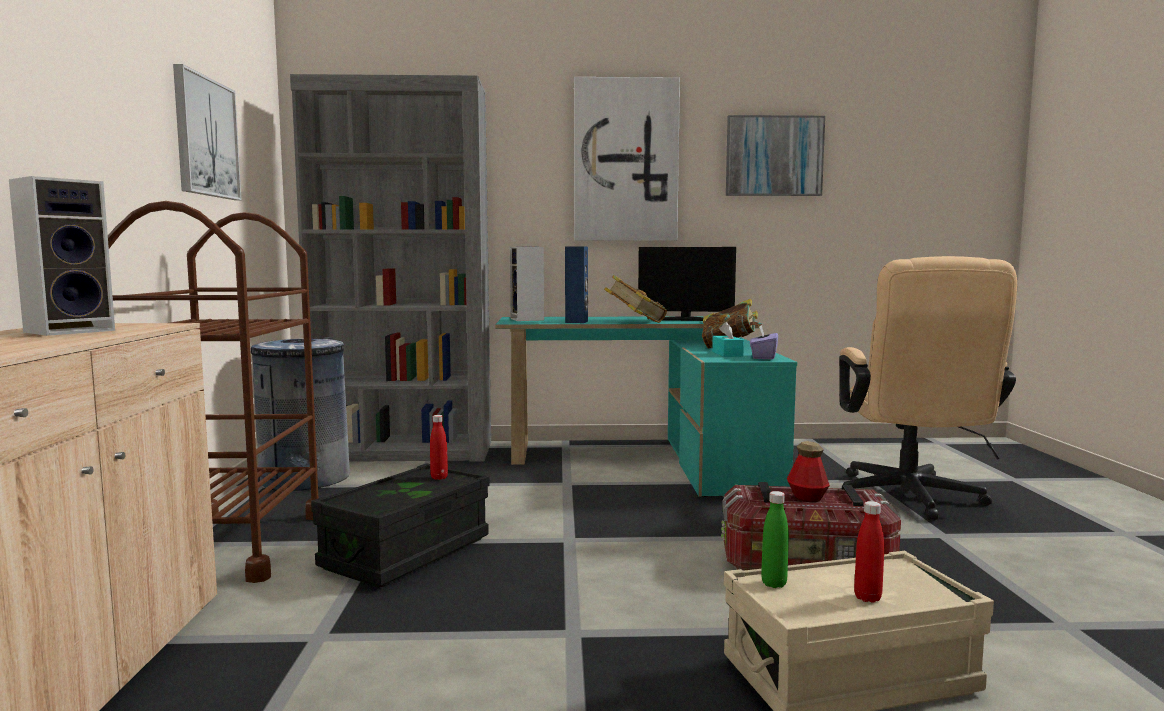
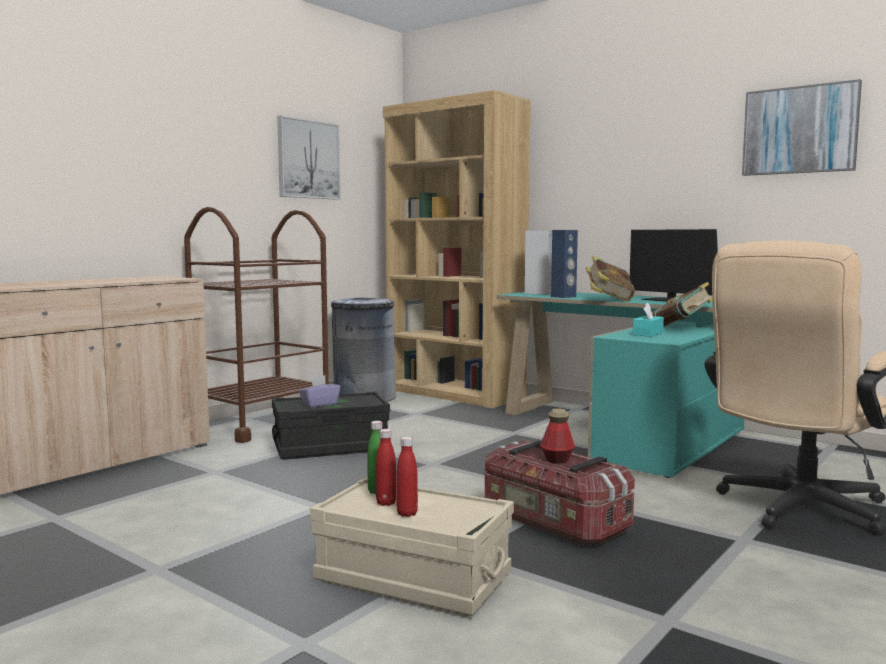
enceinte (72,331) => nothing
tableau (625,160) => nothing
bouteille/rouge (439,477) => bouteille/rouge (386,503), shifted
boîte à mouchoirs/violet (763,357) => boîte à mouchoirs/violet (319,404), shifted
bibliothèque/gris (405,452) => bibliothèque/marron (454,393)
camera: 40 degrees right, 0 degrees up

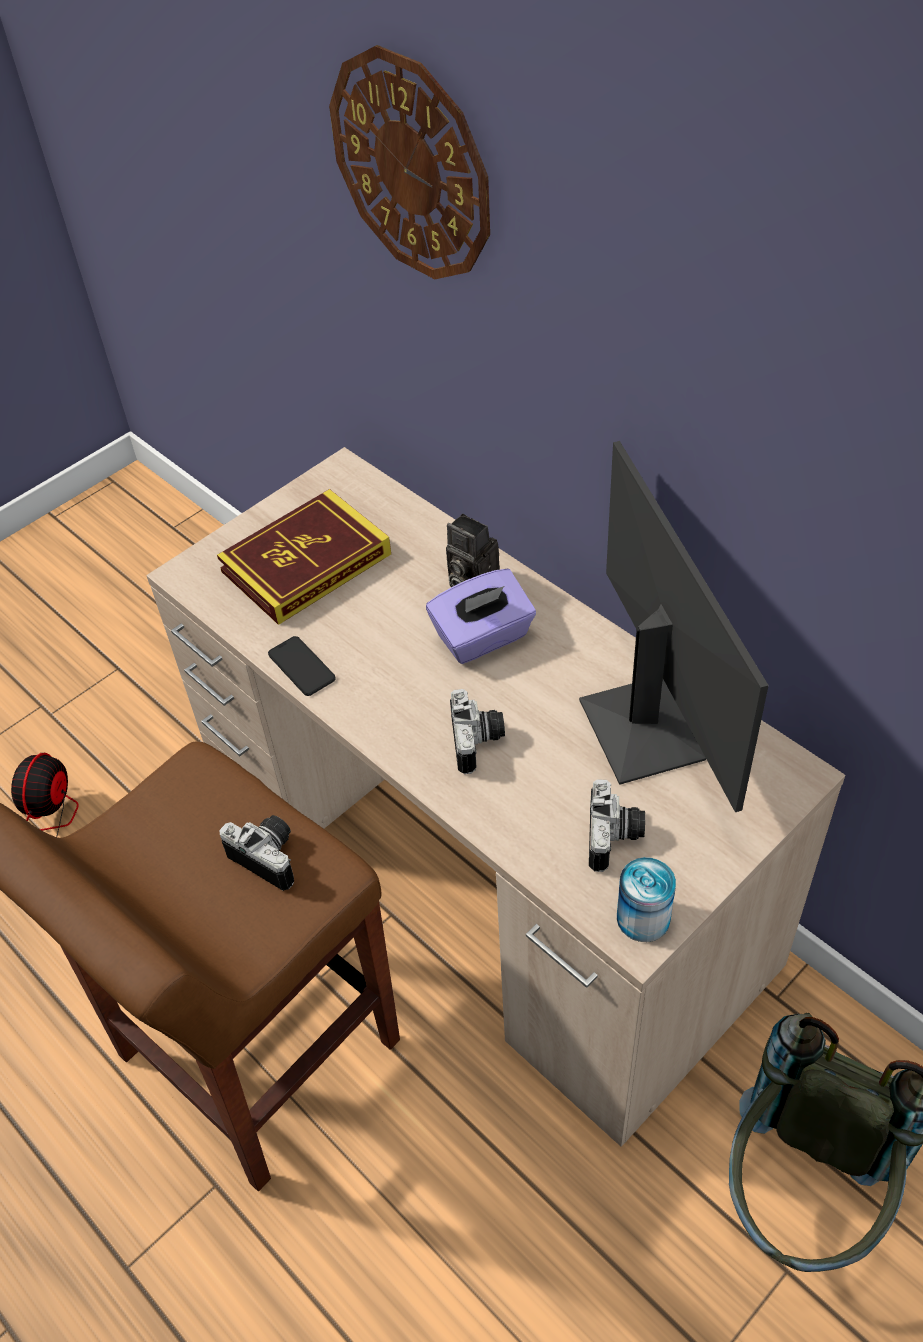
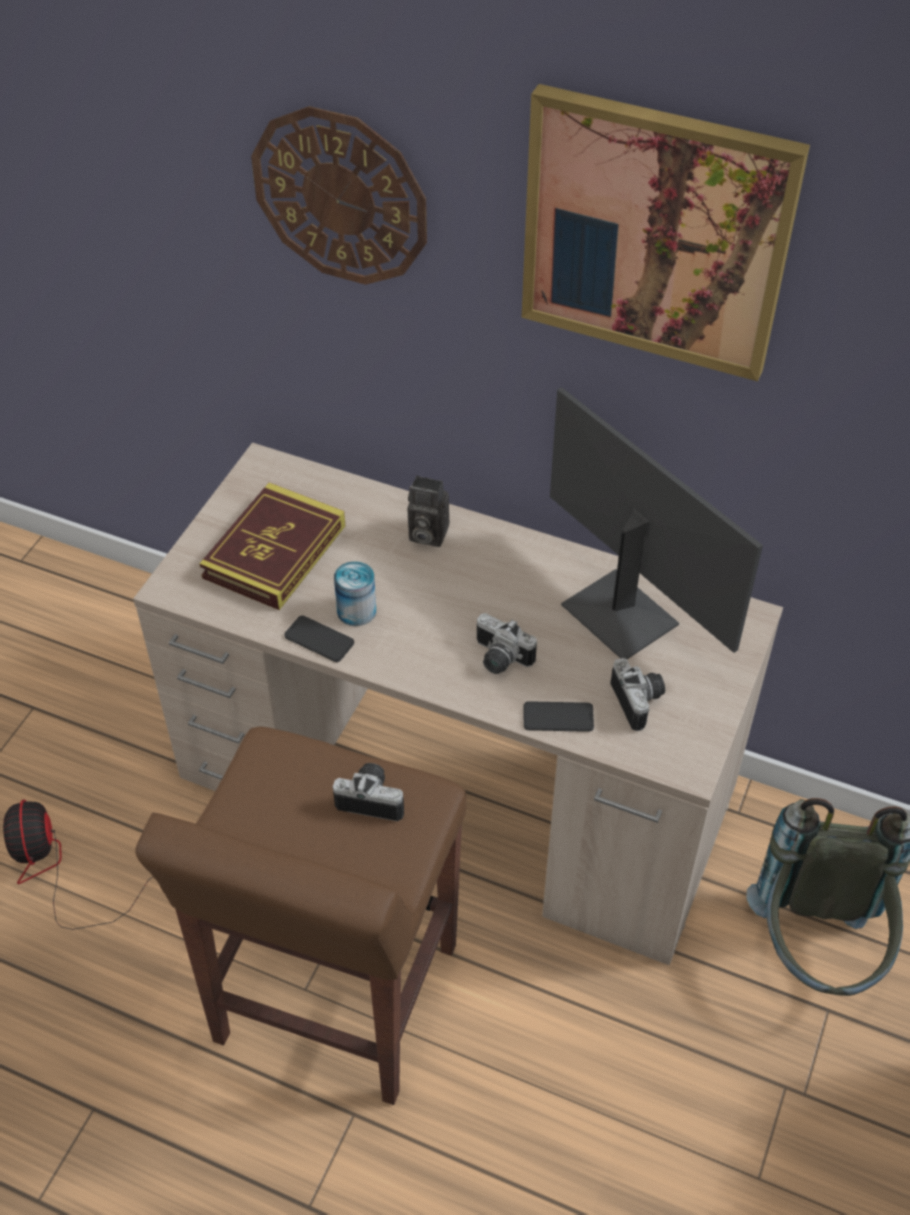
boîte à mouchoirs/violet (483,637) => nothing
nothing => tableau (656,233)
nothing => téléphone (558,717)
boîte métallique (643,918) => boîte métallique (356,611), shifted
appareil photo (479,741) => appareil photo (499,659), 150 degrees clockwise
camera: 25 degrees left, 0 degrees up

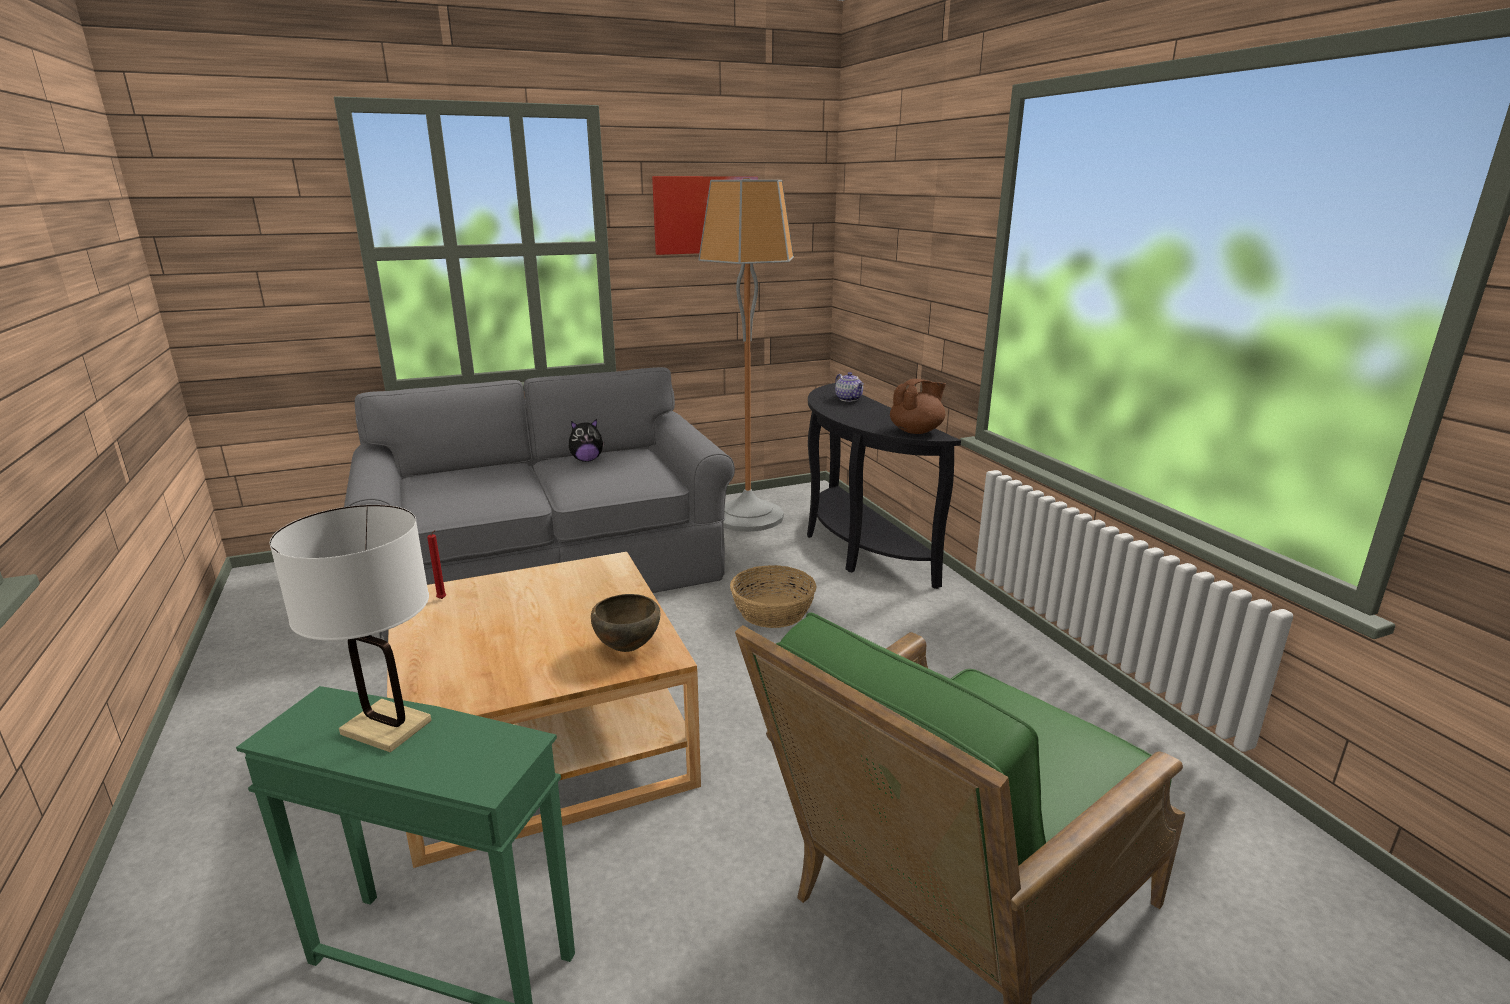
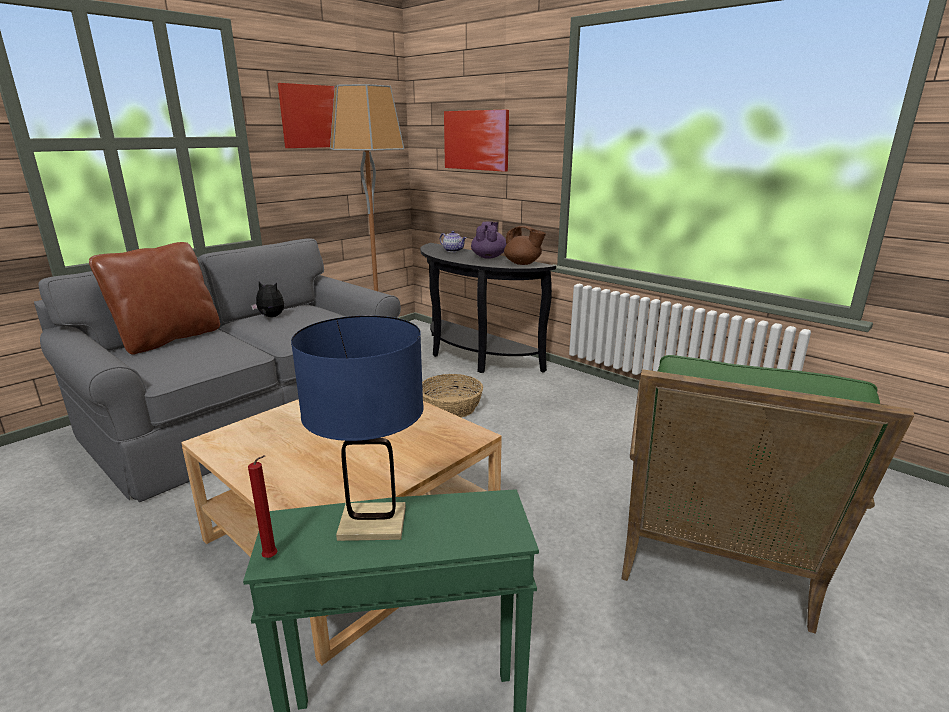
bol/marron (626,648) => nothing
nothing => coussin/marron (169,339)
nothing => tableau (476,140)
nothing => théière/violet (489,257)
bougie/rouge (442,599) => bougie/rouge (272,558), shifted
lampe de table/blanc (386,727) => lampe de table/bleu (373,523)
peluche (587,460) => peluche (270,317), 120 degrees counterclockwise
théière/marron (917,431) => théière/marron (523,263), 90 degrees clockwise
camera: 25 degrees left, 0 degrees up

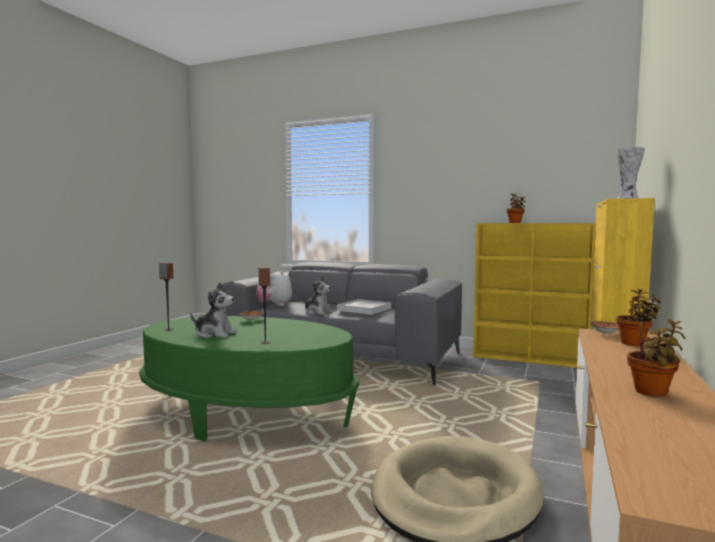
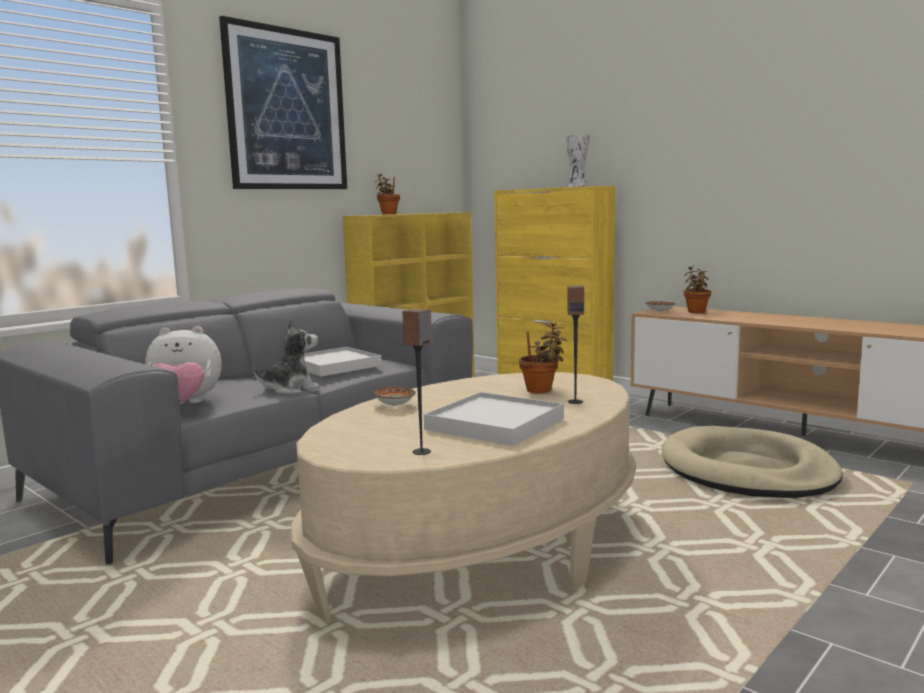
nothing => tableau (287,110)
plante en pot (652,393) => plante en pot (542,390), shifted
peluche (214,334) => plateau/blanc (494,424)
table basse/vert (246,412) => table basse/beige (481,550)
camera: 70 degrees left, 5 degrees up

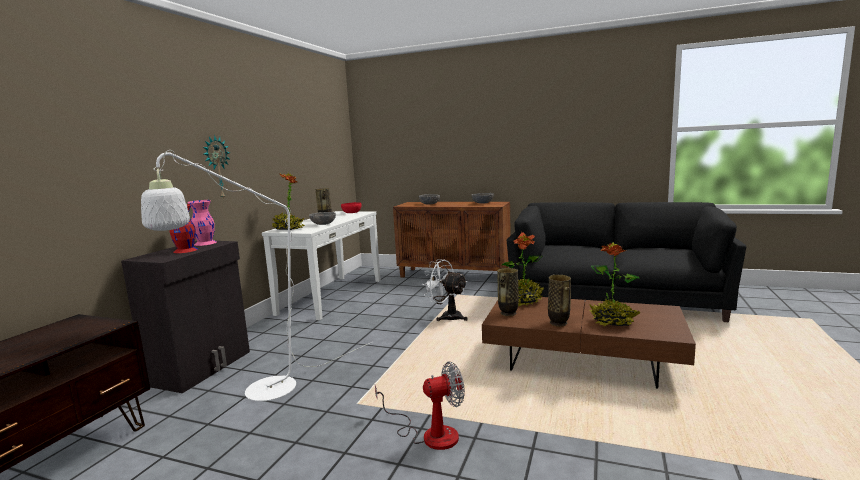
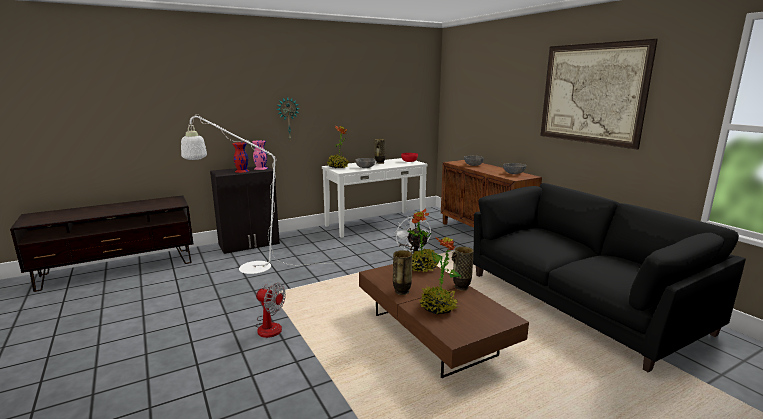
nothing => tableau (591,94)
vase (508,313) => vase (461,287), shifted
camera: 40 degrees right, 5 degrees up

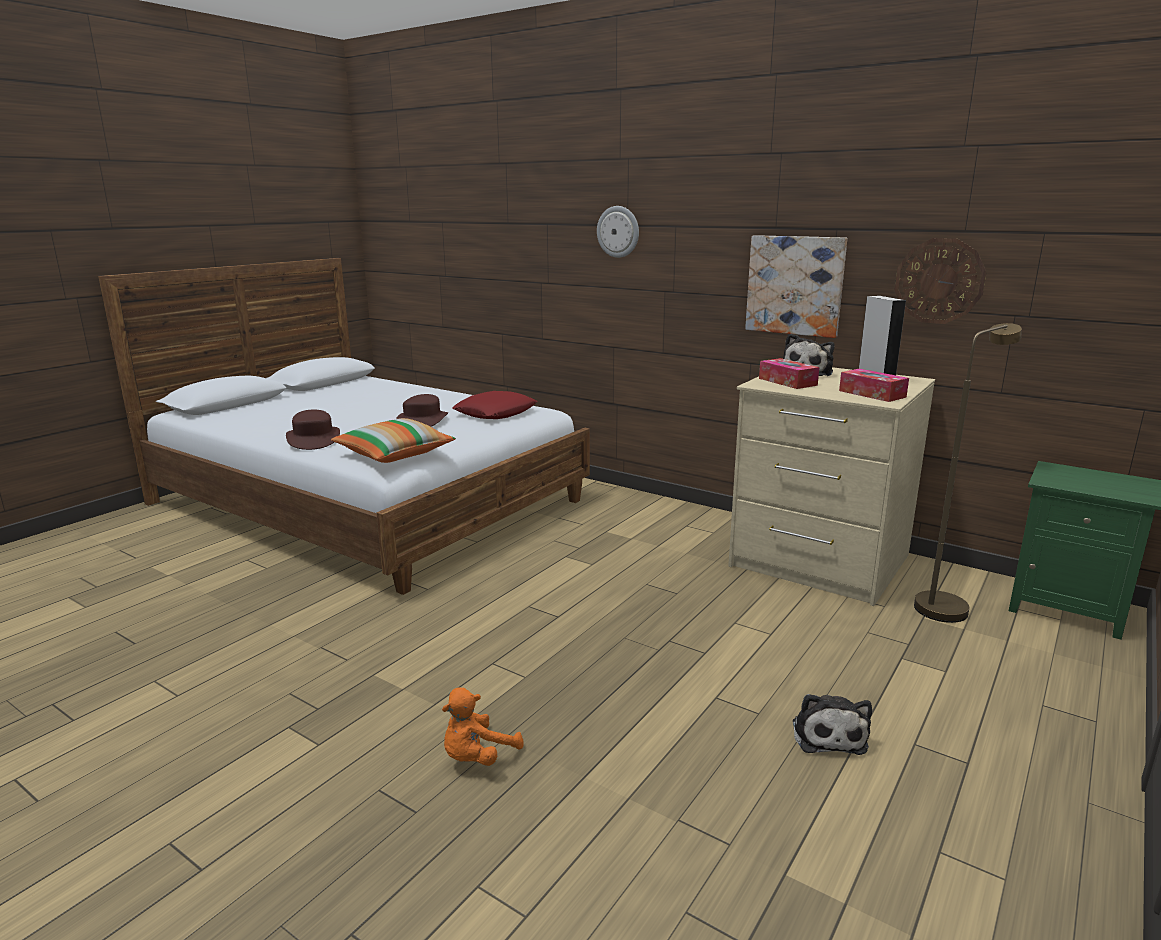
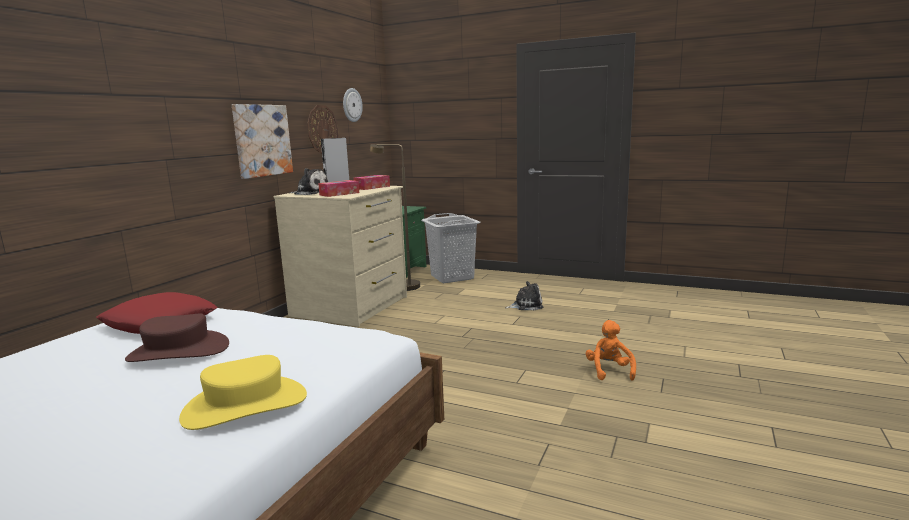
coussin (395,455) => nothing
nothing => panier à linge/gris (452,277)
horloge murale (618,231) => horloge murale (351,105), shifted
chapeau/marron (313,439) => chapeau/jaune (245,405)
peluche/orange (477,757) => peluche/orange (609,371), 120 degrees counterclockwise
camera: 100 degrees left, 5 degrees down

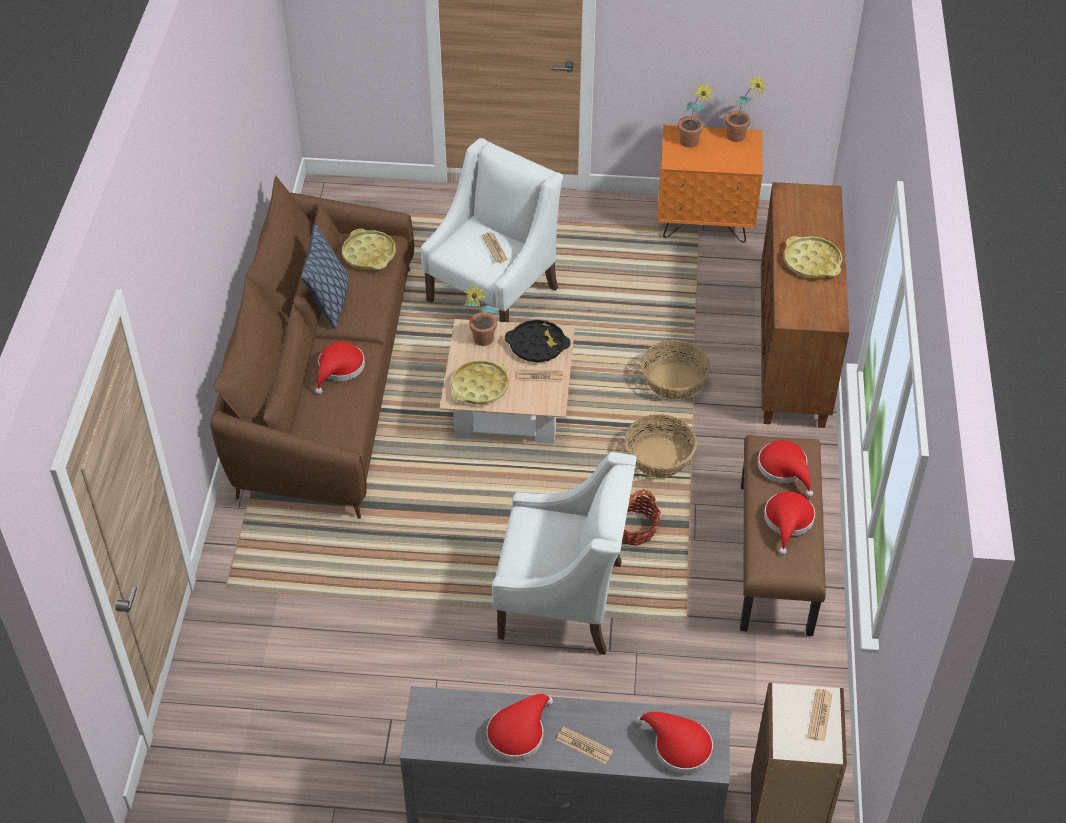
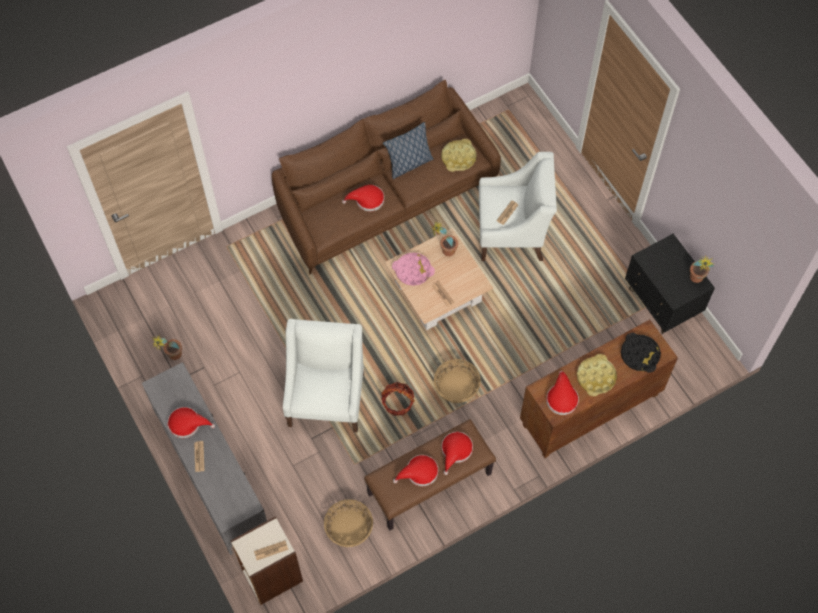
plateau/noir (537,345) => plateau/noir (639,354), shifted
chapeau/rouge (678,746) => chapeau/rouge (561,397), shifted
panier (674,381) => panier (349,528), shifted
plante en pot (691,145) => plante en pot (172,357), shifted
plateau/jaune (480,386) => plateau/rose (413,271)
table de chevet/orange (705,222) => table de chevet/noir (661,303)
fauteuil/blanc (562,600) => fauteuil/blanc (327,398), 150 degrees counterclockwise
camera: 55 degrees right, 15 degrees up

